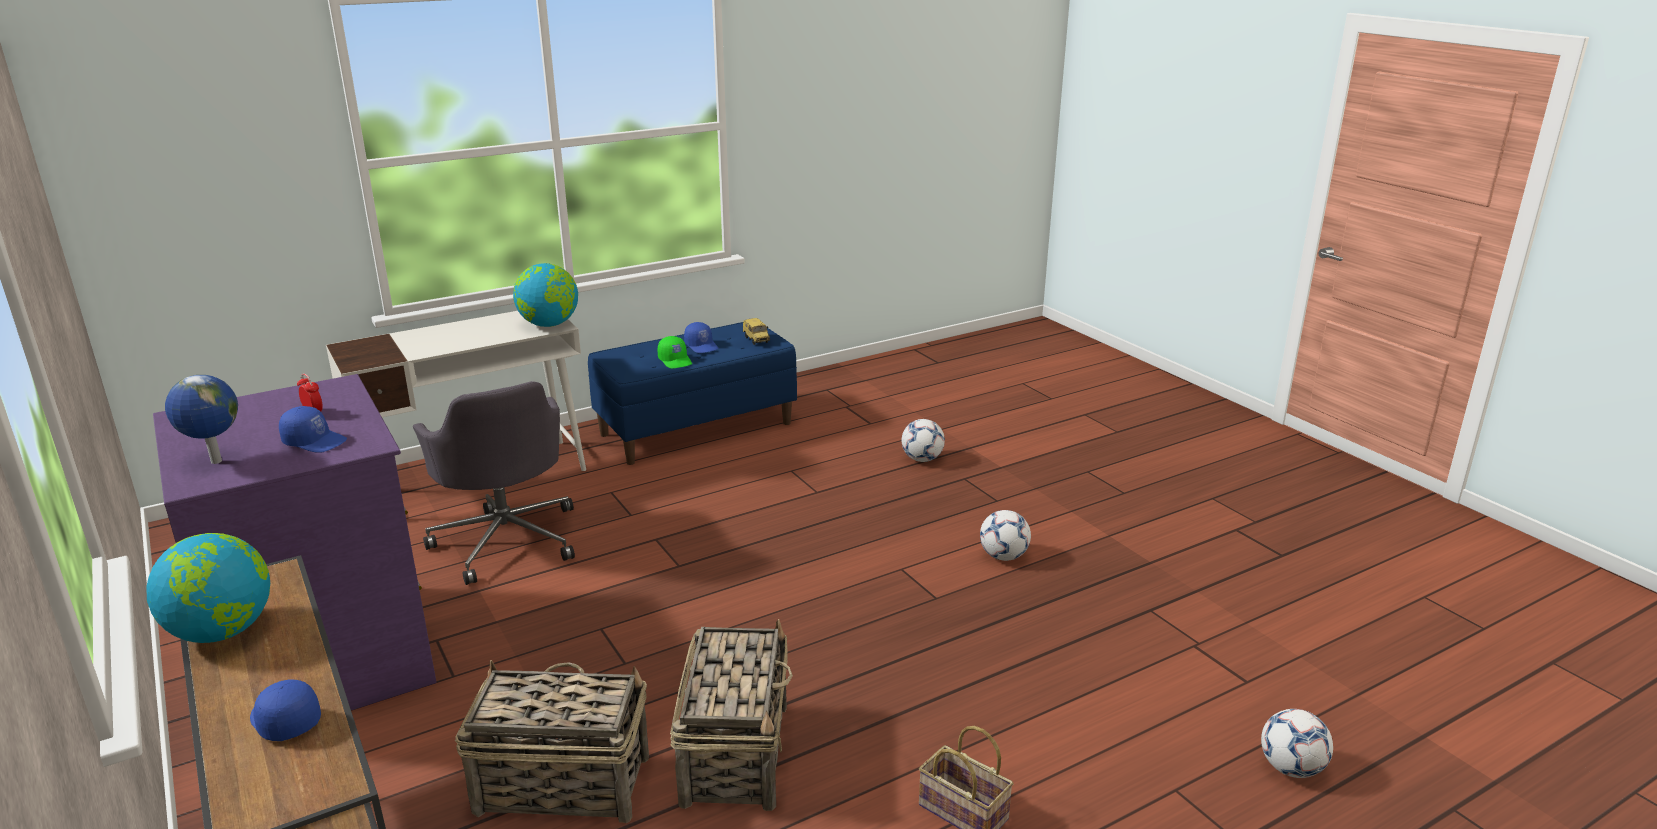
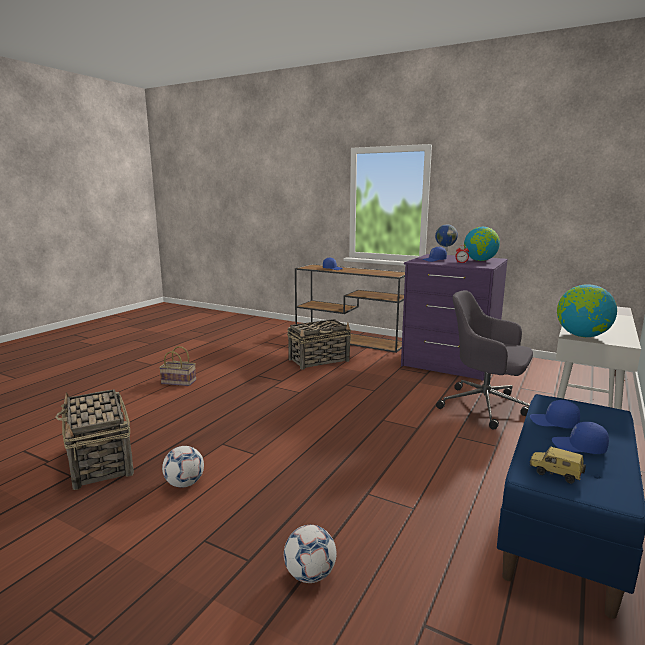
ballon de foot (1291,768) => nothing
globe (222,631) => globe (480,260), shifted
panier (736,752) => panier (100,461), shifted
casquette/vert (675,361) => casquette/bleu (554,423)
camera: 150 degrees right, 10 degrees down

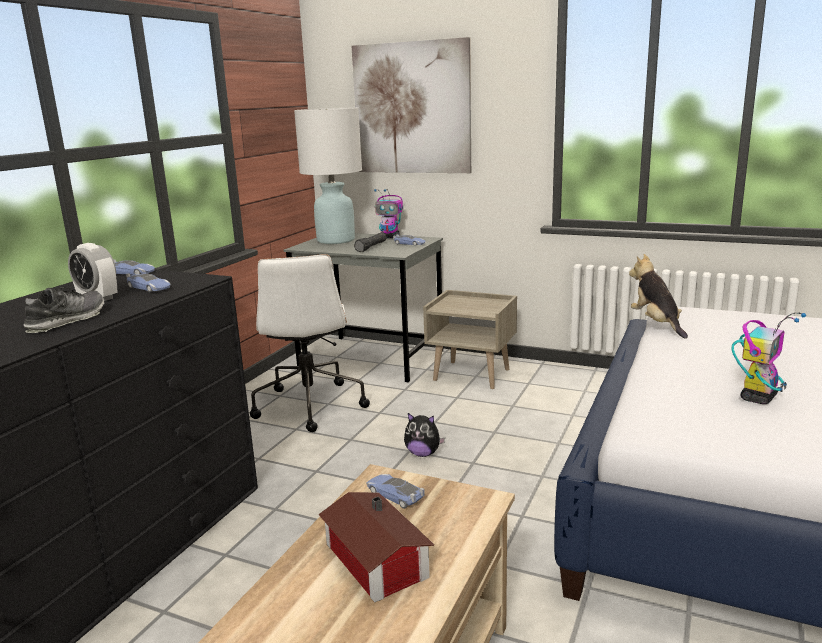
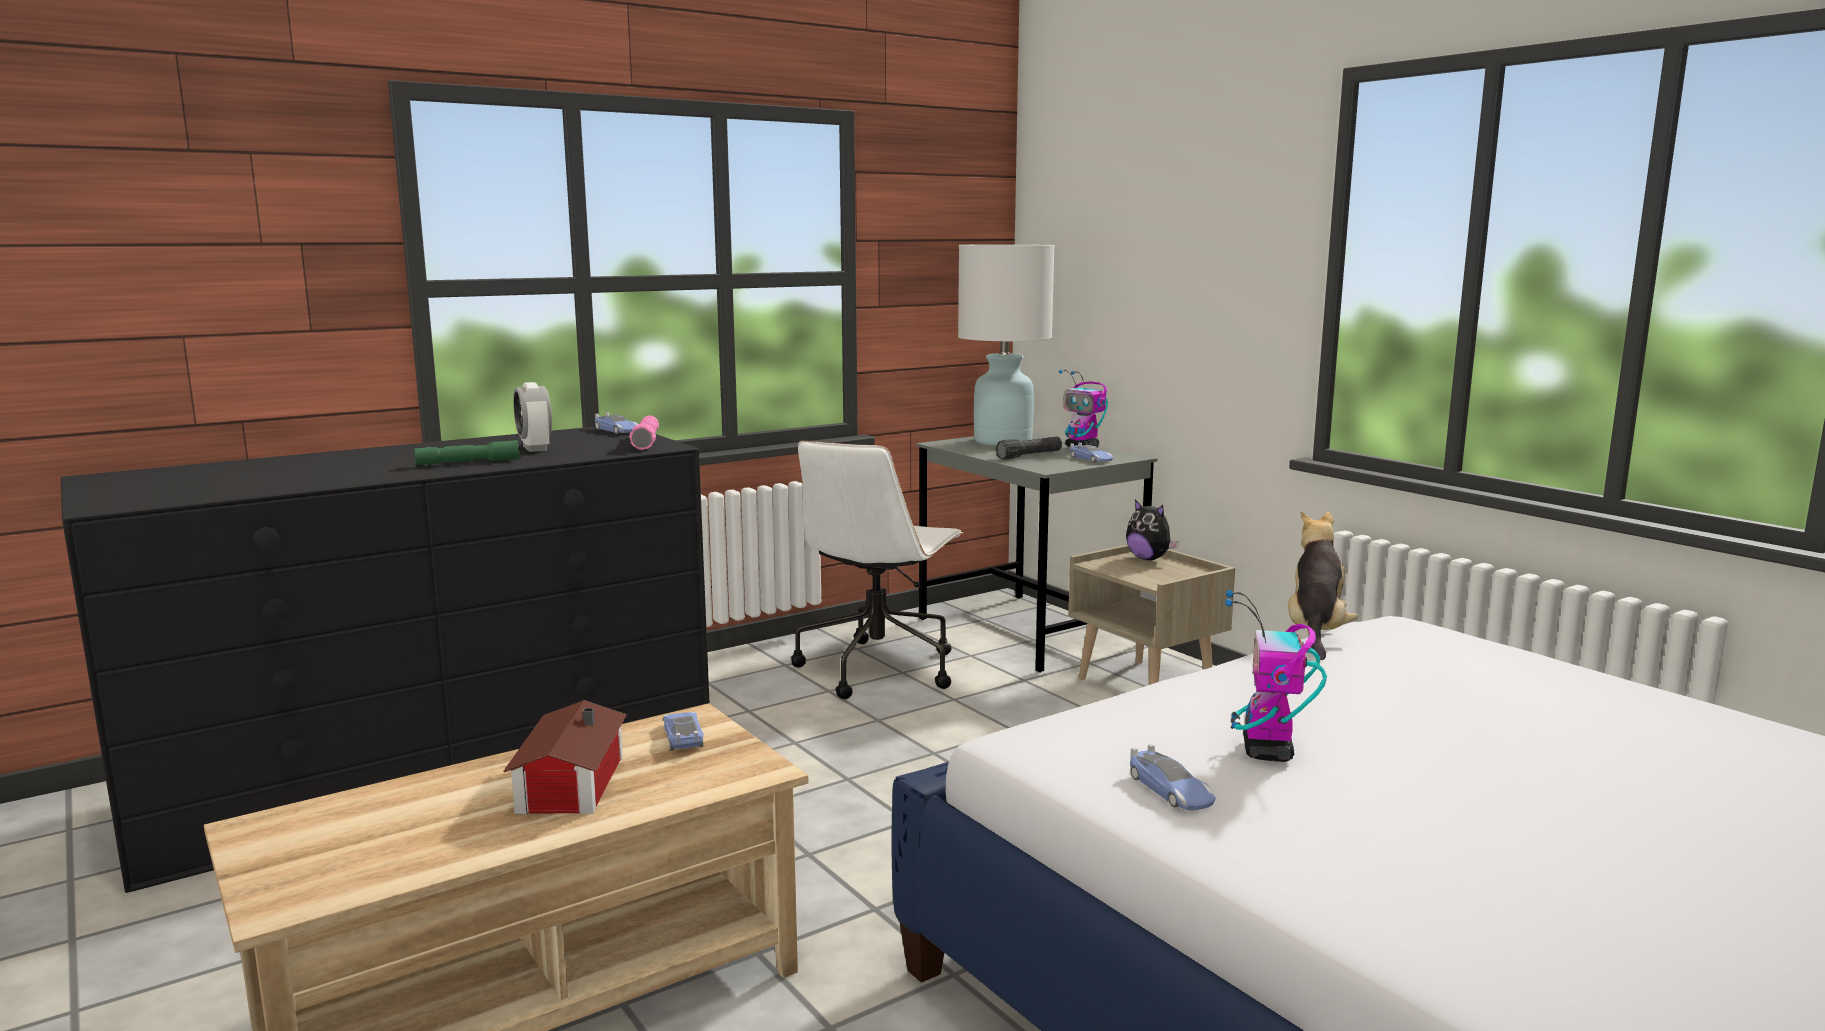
tableau (412,108) => nothing
nothing => lampe de poche/rose (646,443)
petite voiture (149,288) => petite voiture (1170,790), shifted
peluche (423,453) => peluche (1149,559), shifted
chaussure (67,321) => lampe de poche/vert (468,462)
robot jouet (758,397) => robot jouet (1267,751), 120 degrees clockwise
camera: 30 degrees right, 5 degrees down

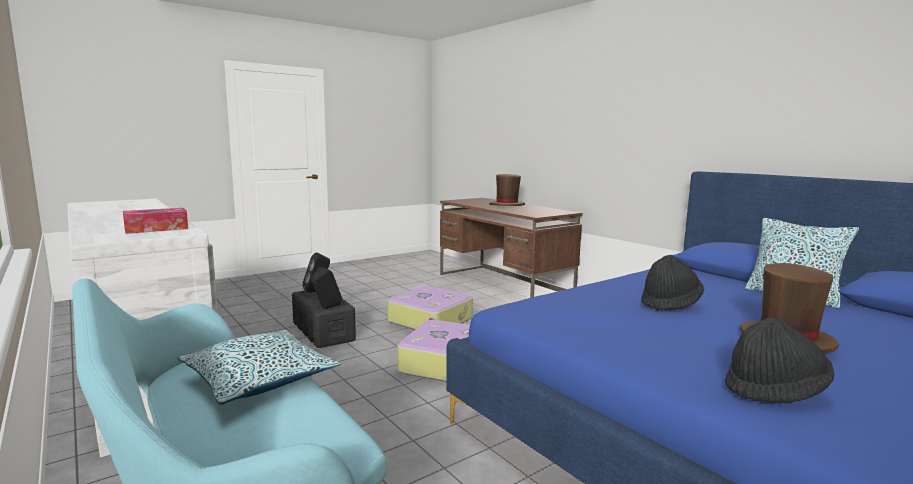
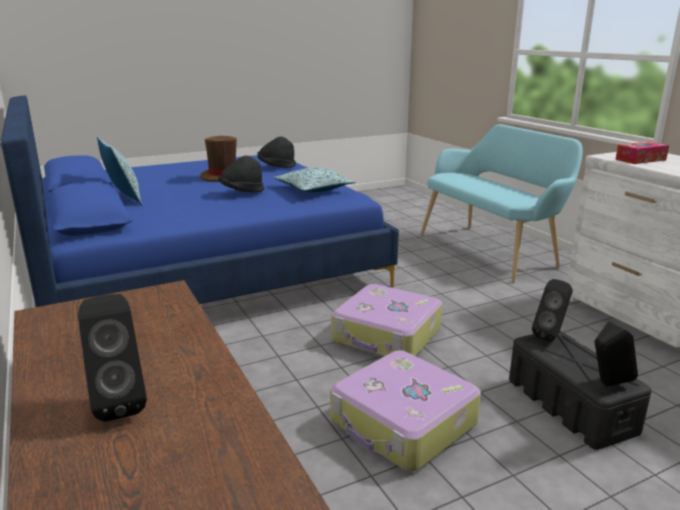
coussin (260,379) => coussin (313,189), shifted
chapeau/marron (506,205) => enceinte/noir (119,403)
camera: 170 degrees left, 10 degrees up

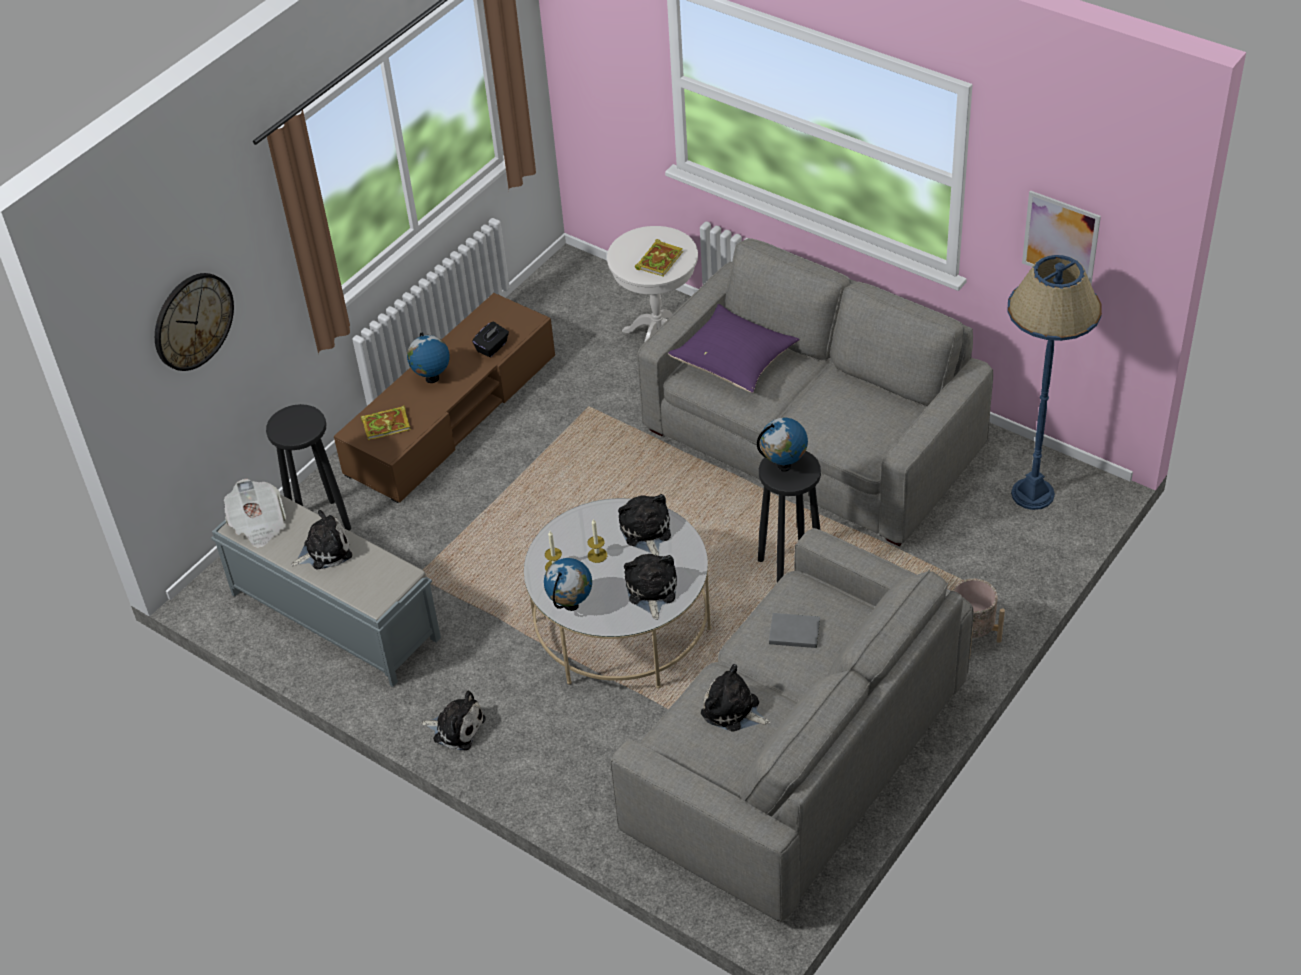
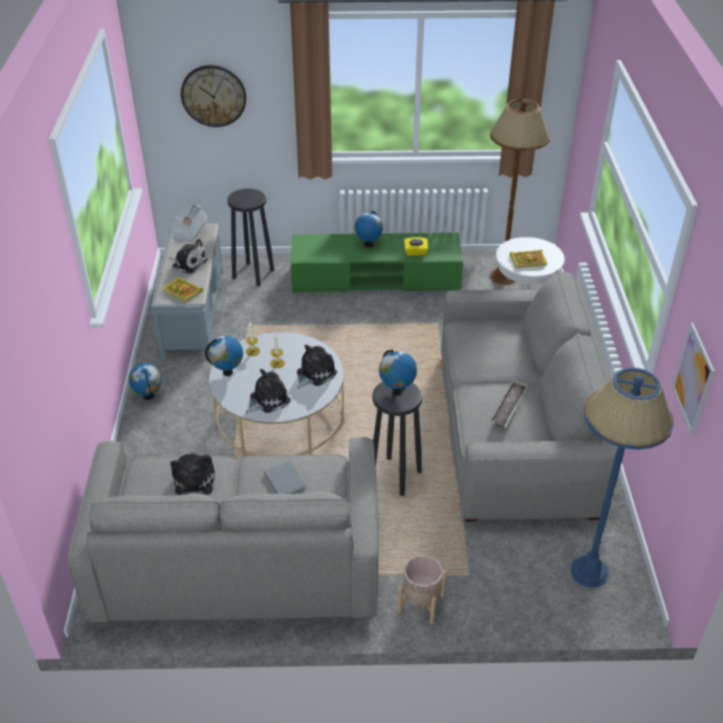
coussin/violet (735,363) => nothing
nothing => lampadaire/marron (503,276)
nothing => plateau (509,407)
livre (387,424) => livre (184,291), shifted
peluche (456,728) => globe (149,396)
meuble télé/marron (452,415) => meuble télé/vert (375,278)
boîte à mouchoirs/noir (492,347) => boîte à mouchoirs/jaune (415,252)
camera: 50 degrees right, 5 degrees down

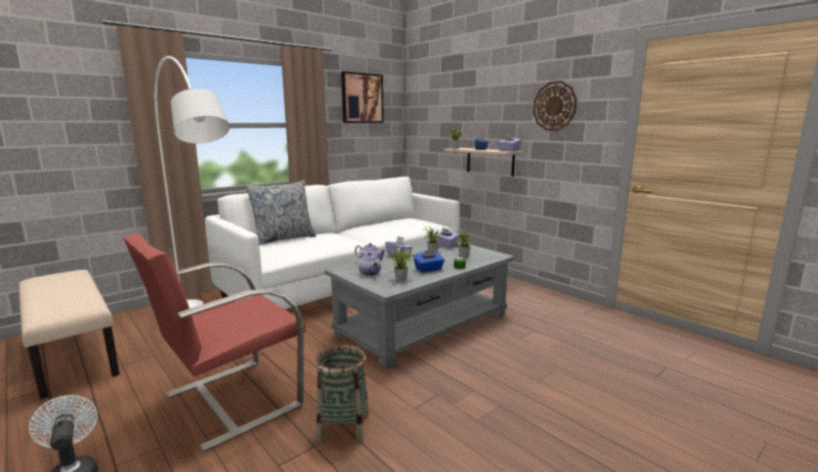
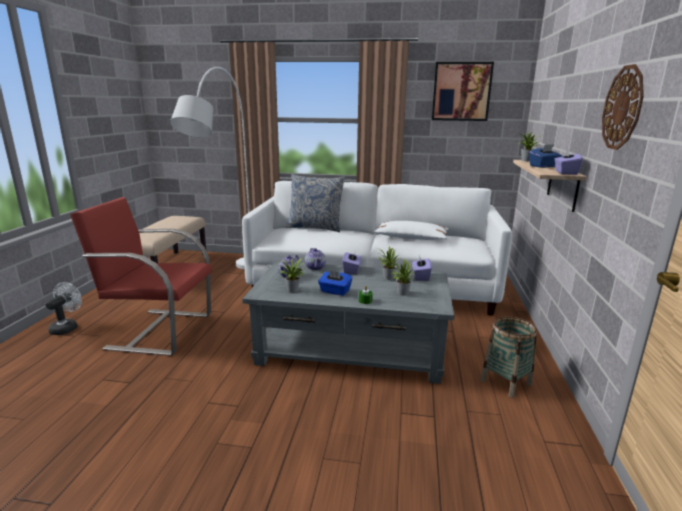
nothing => coussin/blanc (411,238)
panier (343,426) => panier (505,382), shifted
camera: 50 degrees right, 5 degrees up

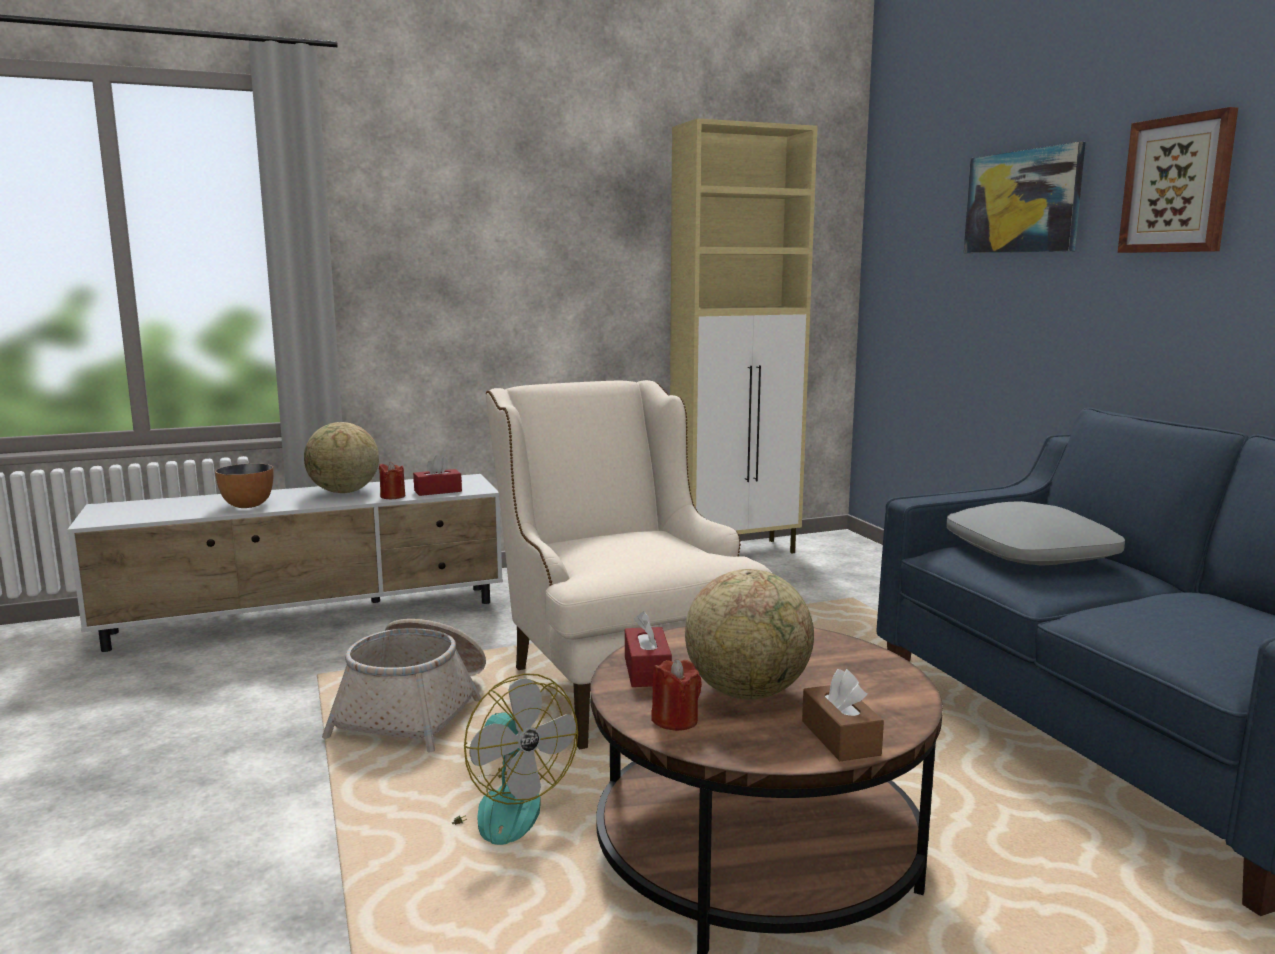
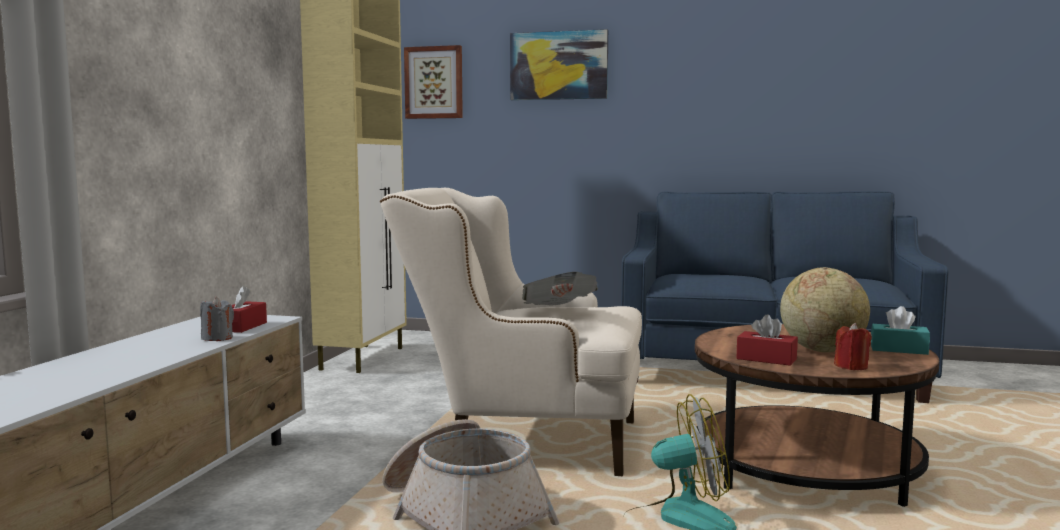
bol (248,505) => nothing
globe (343,492) => nothing
coussin/gris (1030,554) => nothing
nothing => journal (559,312)
tableau (1178,185) => tableau (434,82), shifted
bougie/rouge (392,496) => bougie/gris (217,338)
boîte à mouchoirs/marron (840,738) => boîte à mouchoirs/turquoise (899,349)
camera: 55 degrees left, 5 degrees down

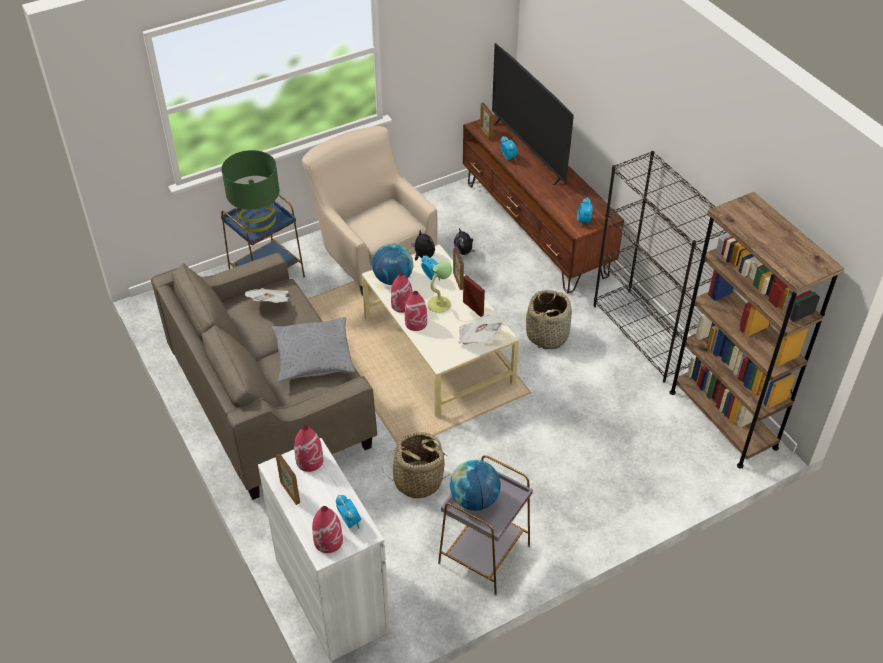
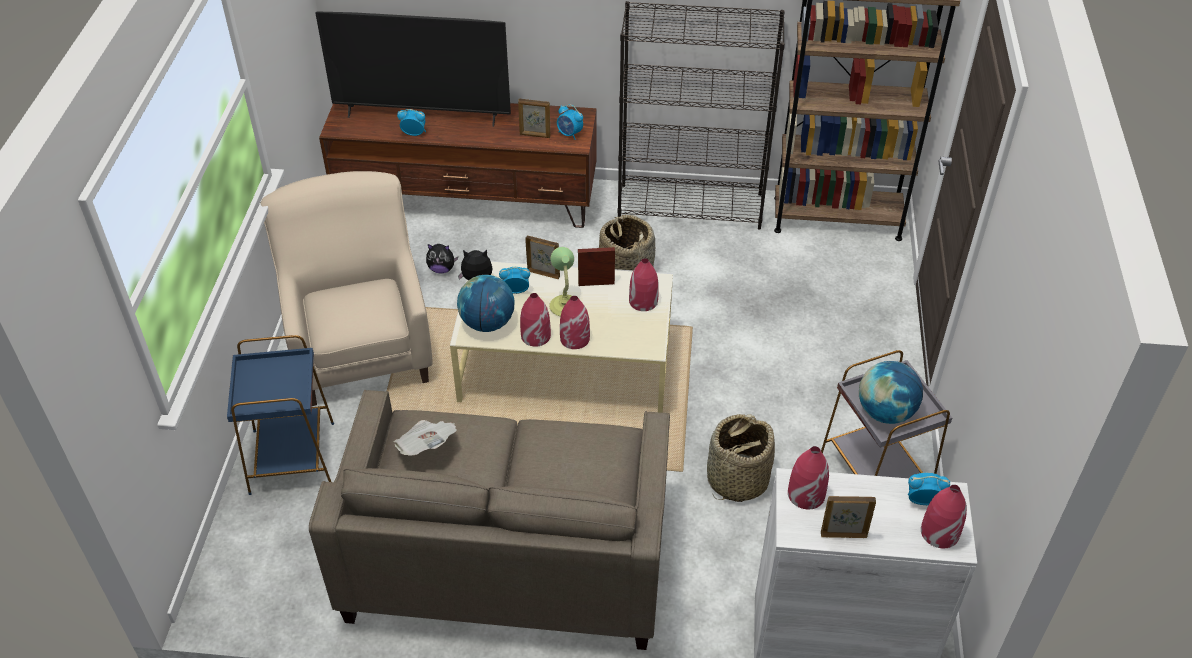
lampe de table/vert (256,219) => nothing
coussin/gris (313,357) => nothing
cadre photo (485,134) => cadre photo (535,135), shifted
journal (478,338) => vase/rouge (643,301)
fauteuil/beige (371,253) => fauteuil/beige (360,344), 75 degrees clockwise
camera: 55 degrees left, 0 degrees up

